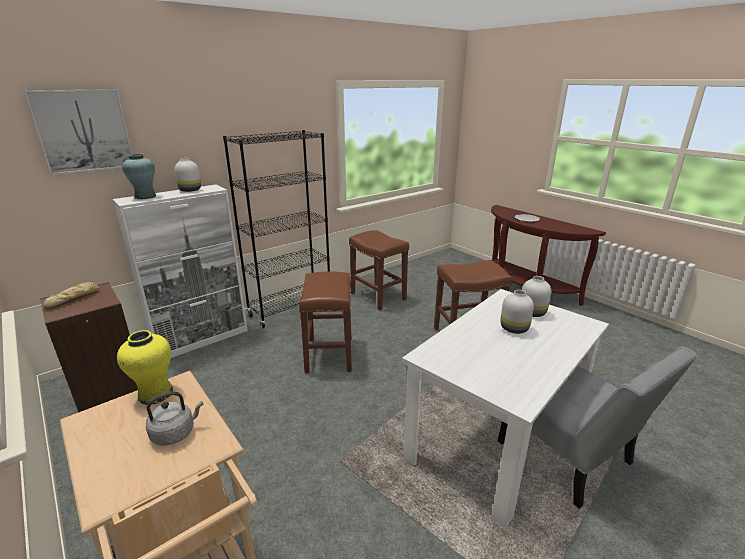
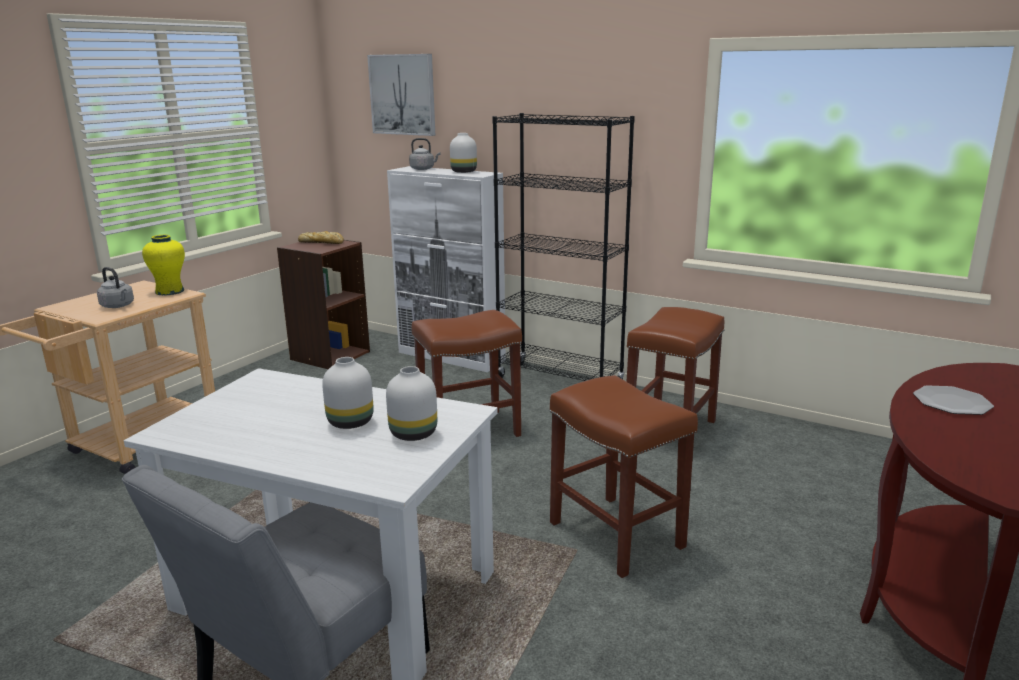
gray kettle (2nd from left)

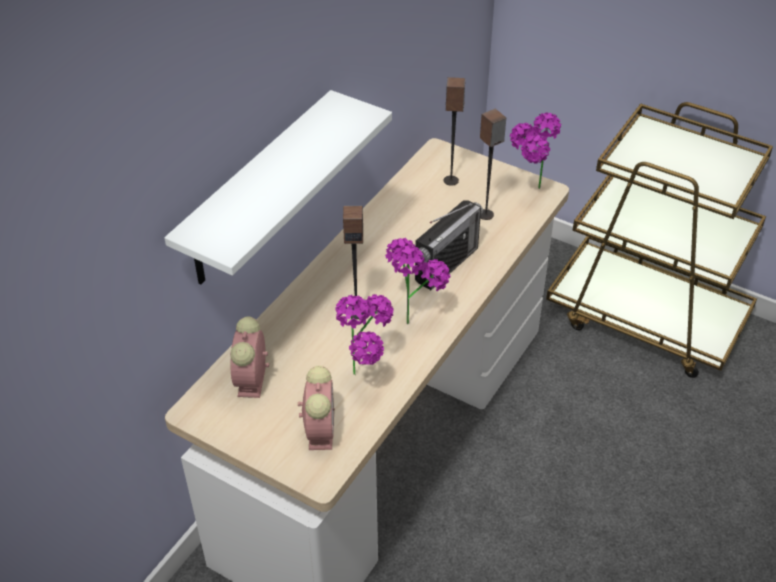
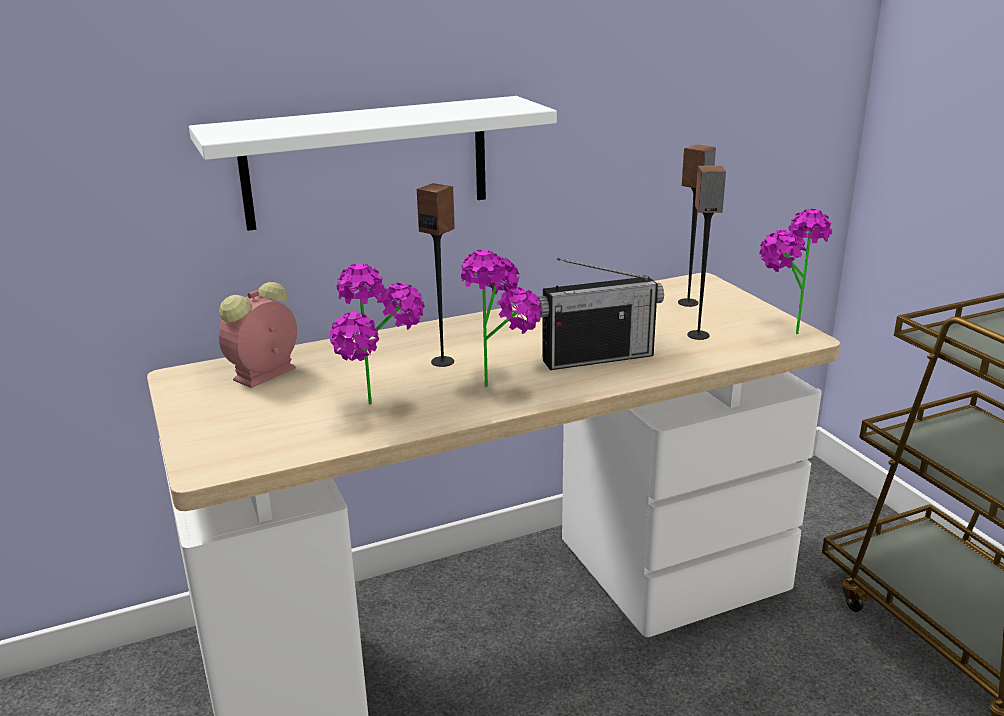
bedside clock (2nd from left in the first image)

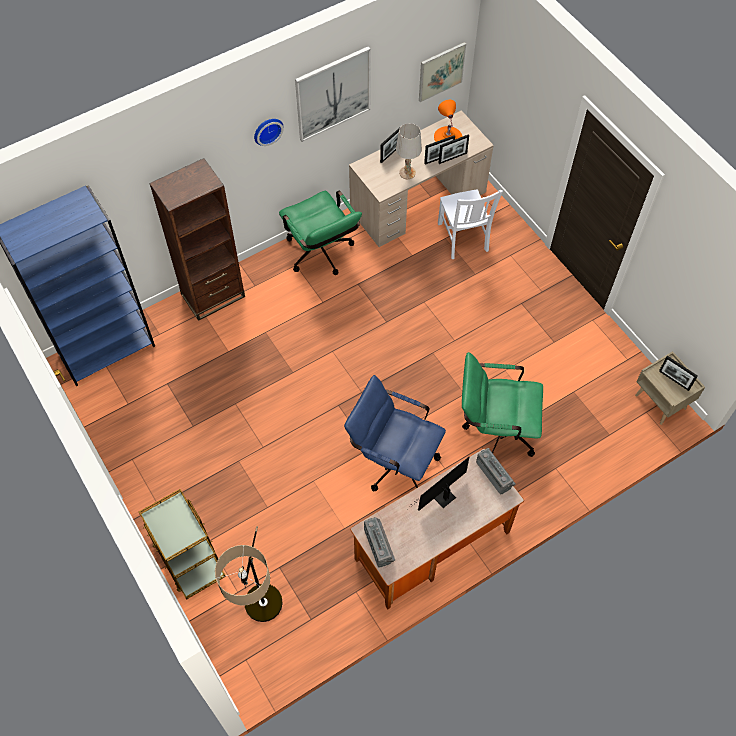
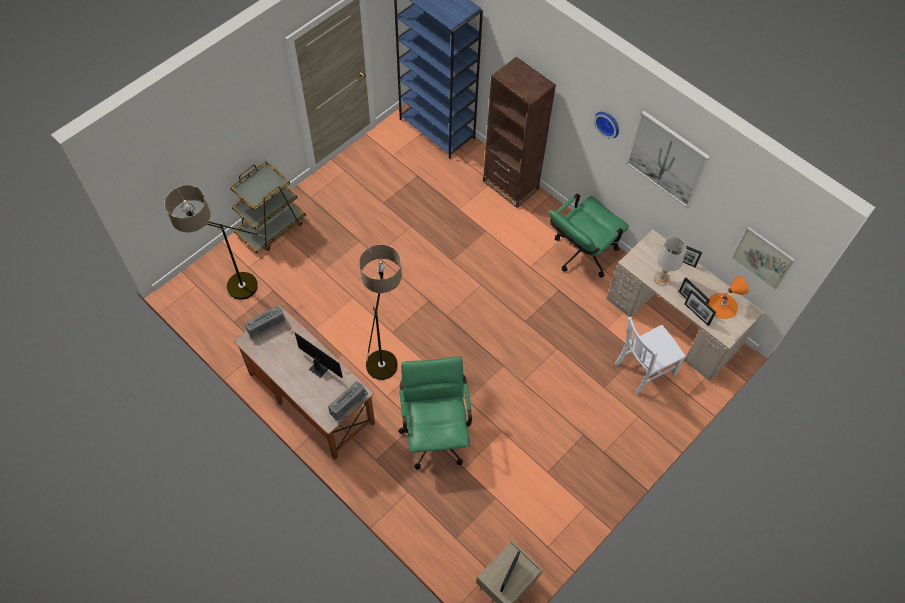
standard lamp (2nd from left)

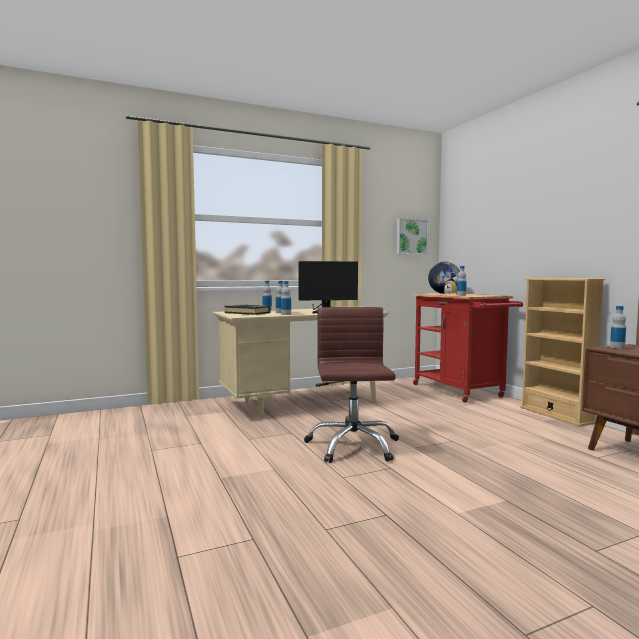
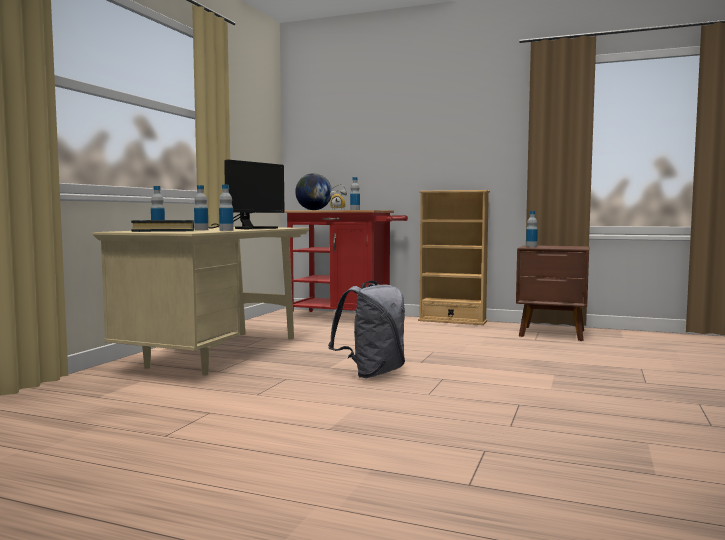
picture
gray rucksack

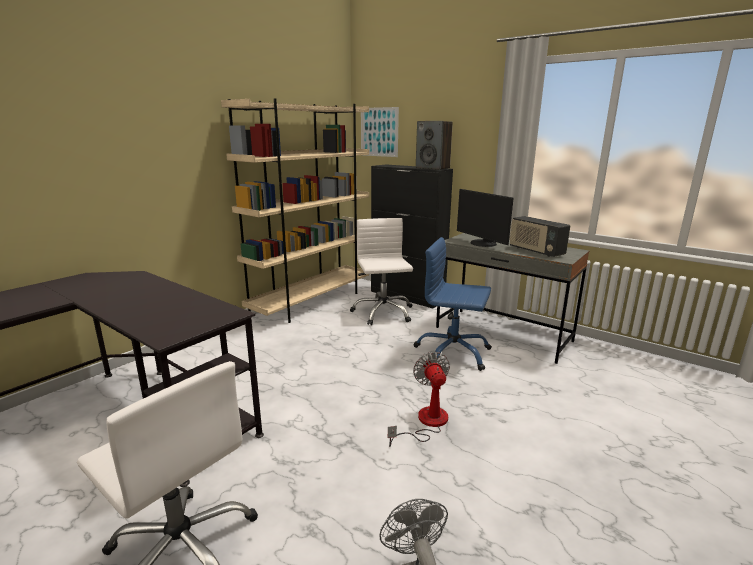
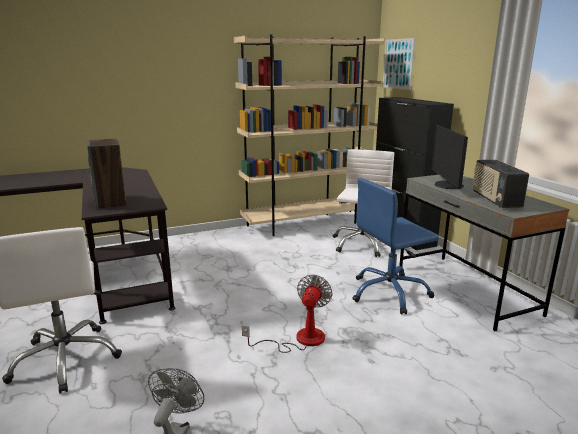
loudspeaker
blue desk chair

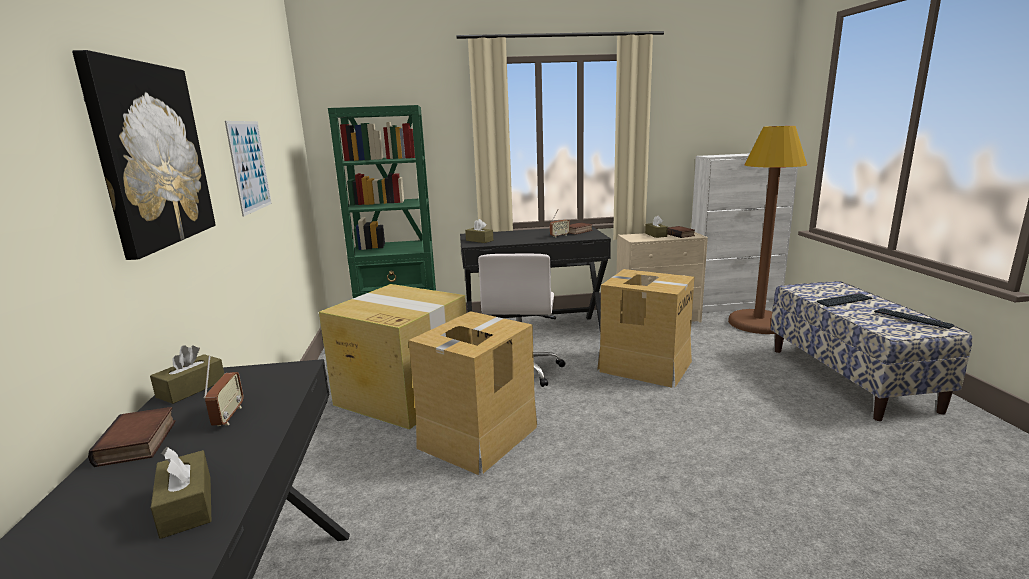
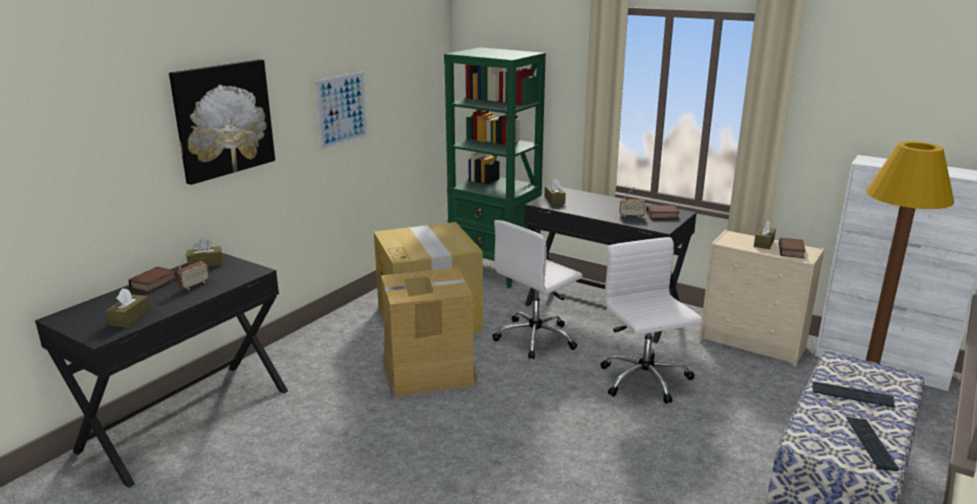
white-coloured desk chair (2nd from left)

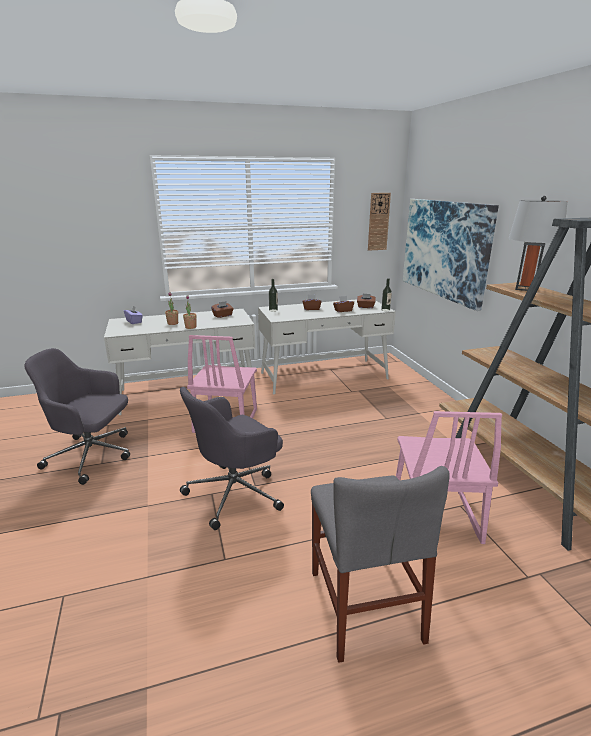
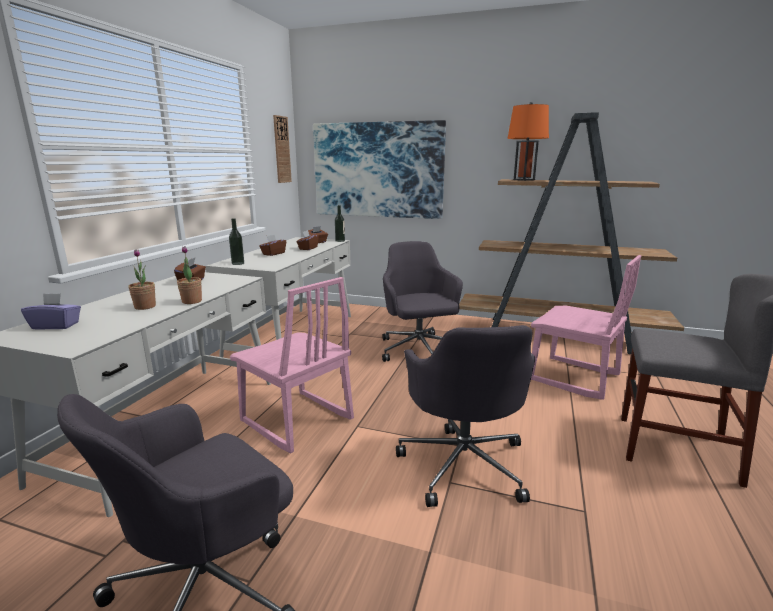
orange table lamp
gray desk chair (2nd from left)

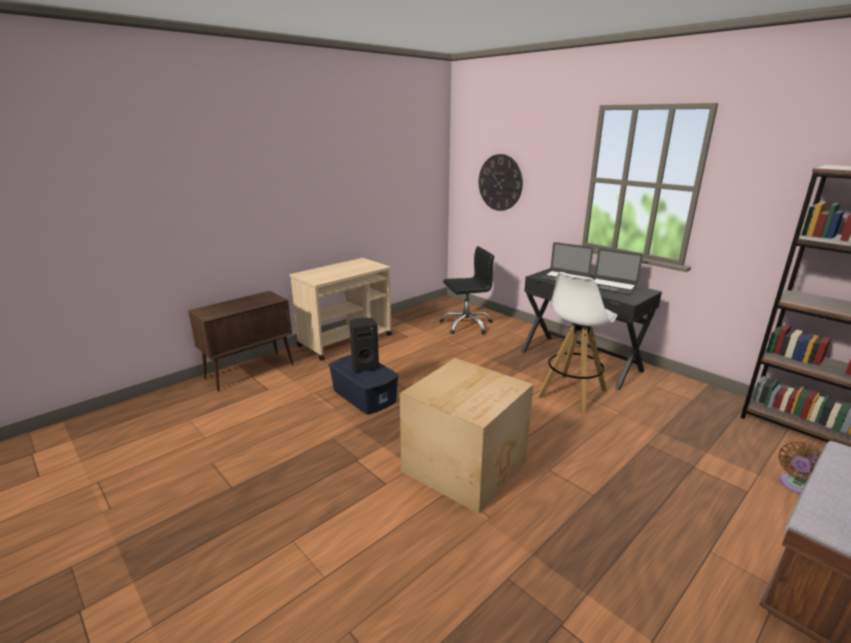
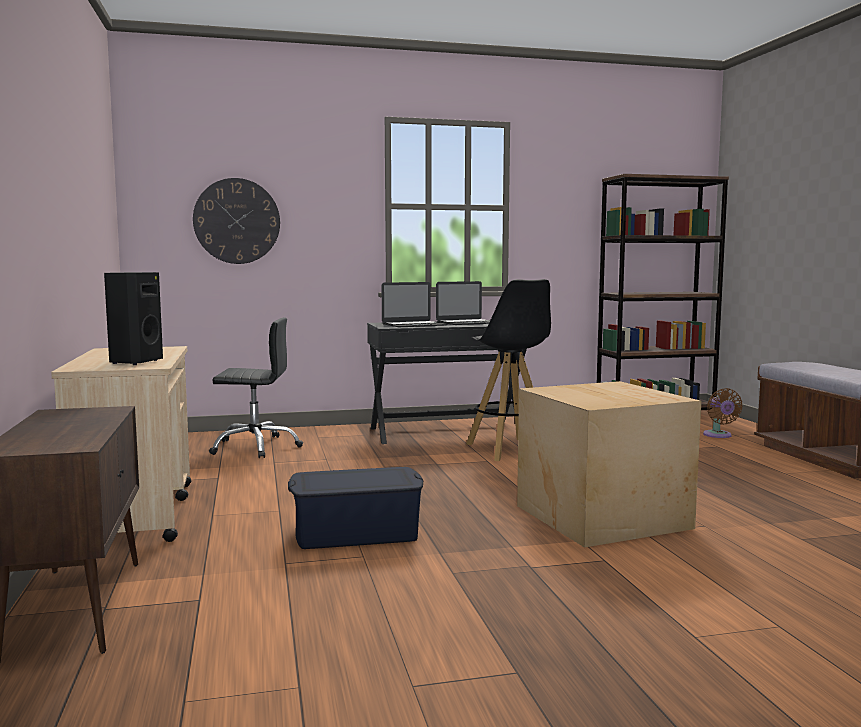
blackish desk chair
blackish stool
blackish loudspeaker

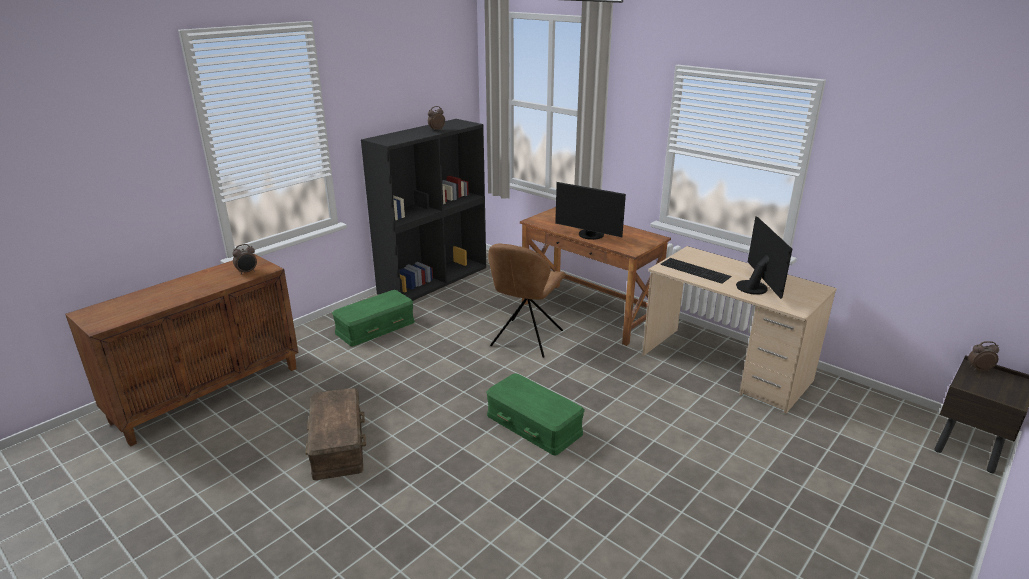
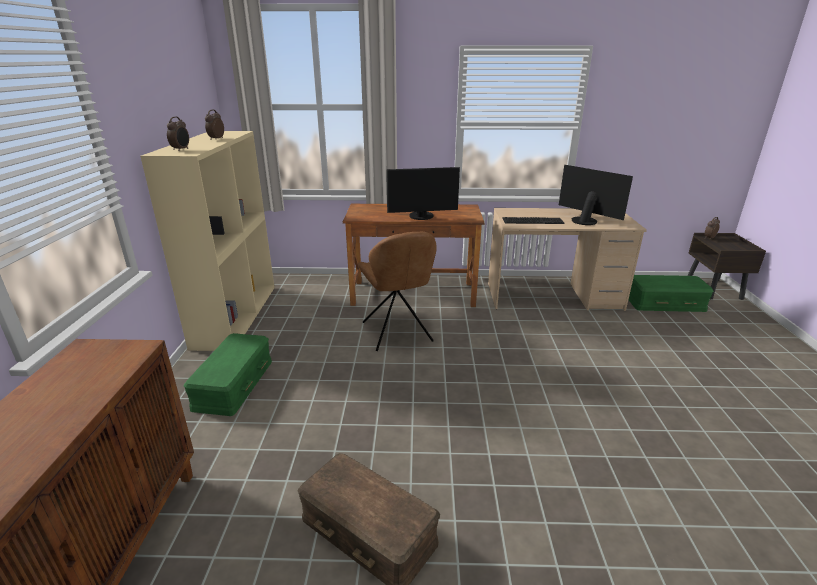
beige-coloured bookcase
bedside clock (1st from left)
green storage bin (2nd from left)

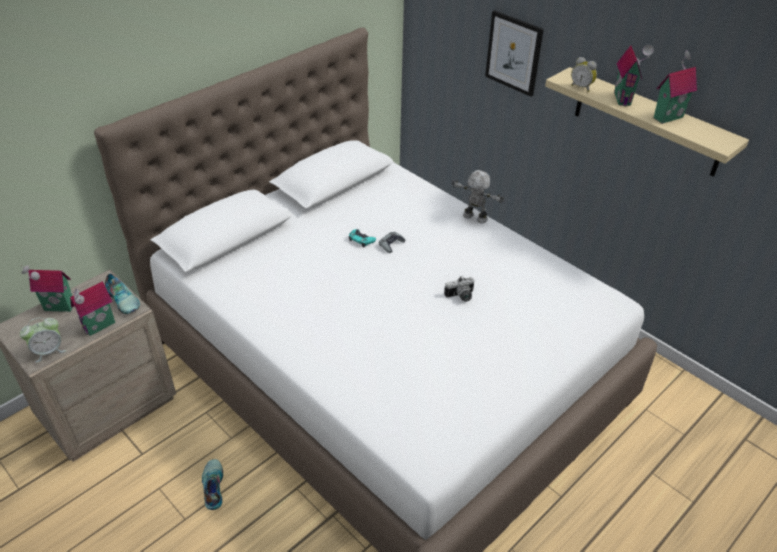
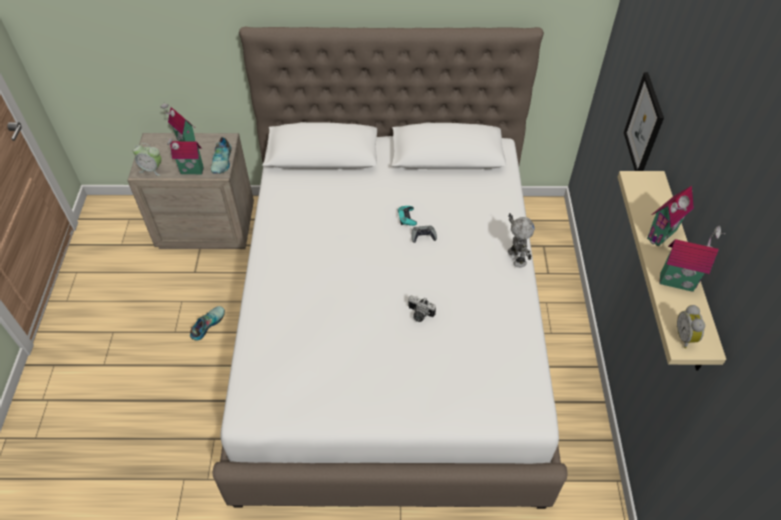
bedside clock (2nd from left)

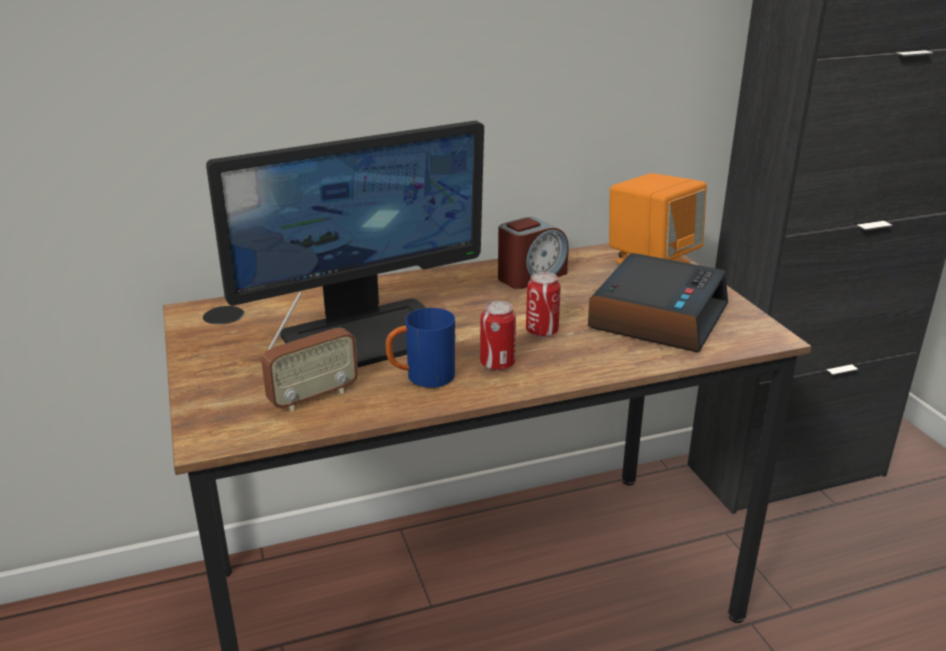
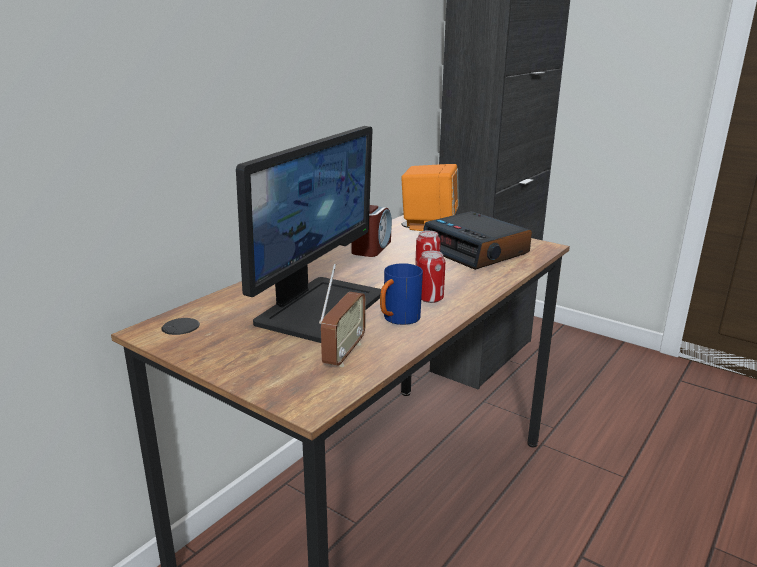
bedside clock (2nd from left)

